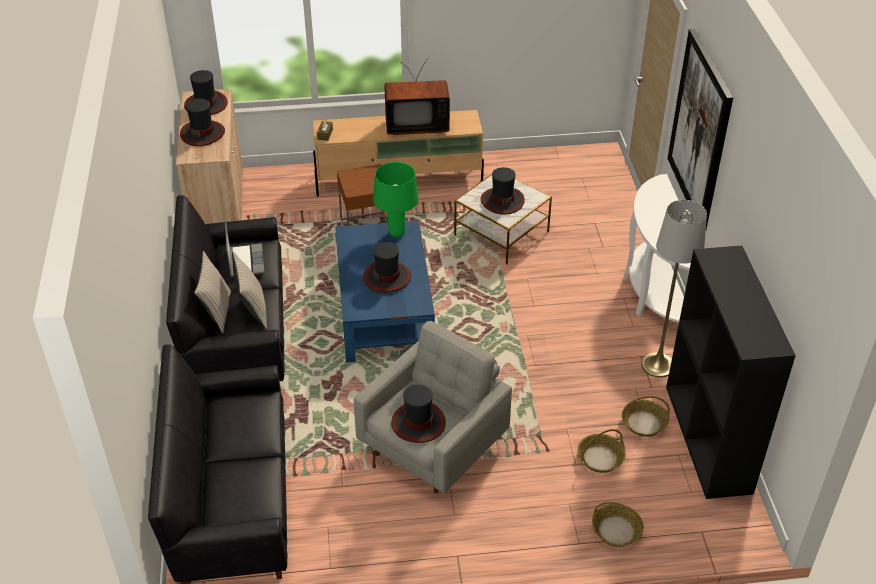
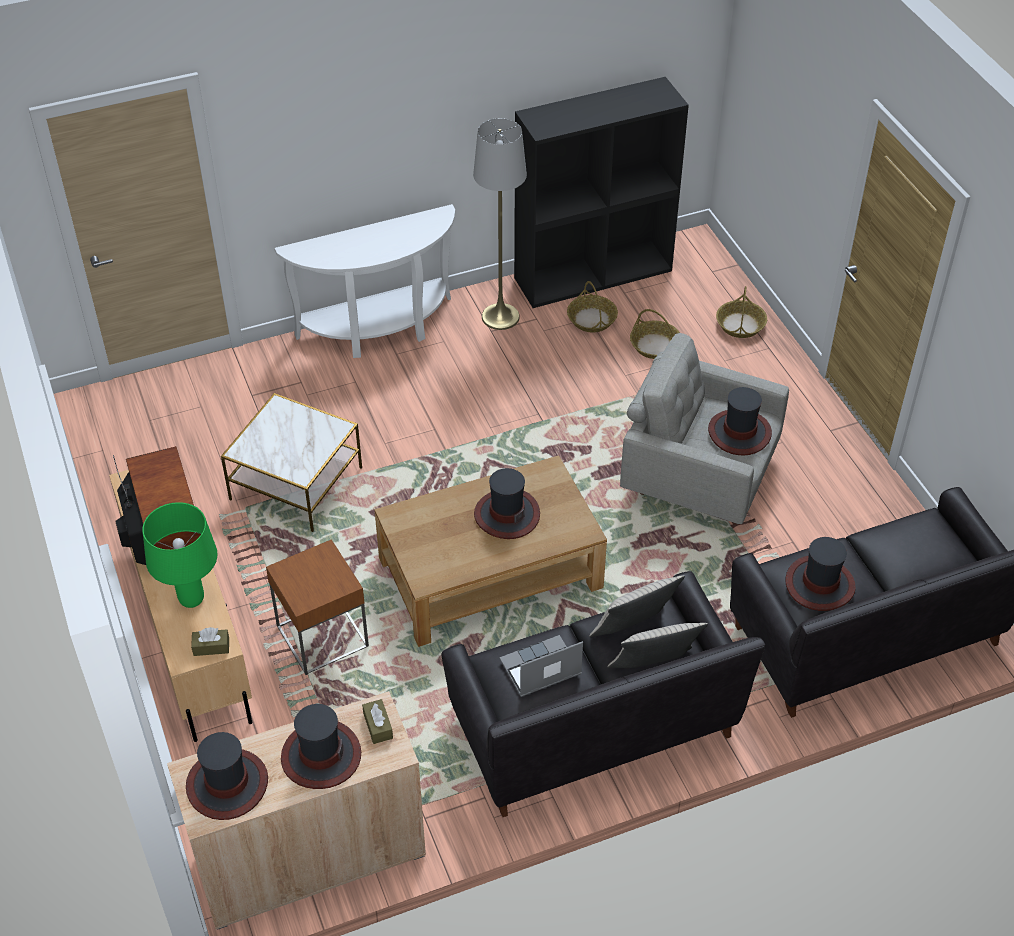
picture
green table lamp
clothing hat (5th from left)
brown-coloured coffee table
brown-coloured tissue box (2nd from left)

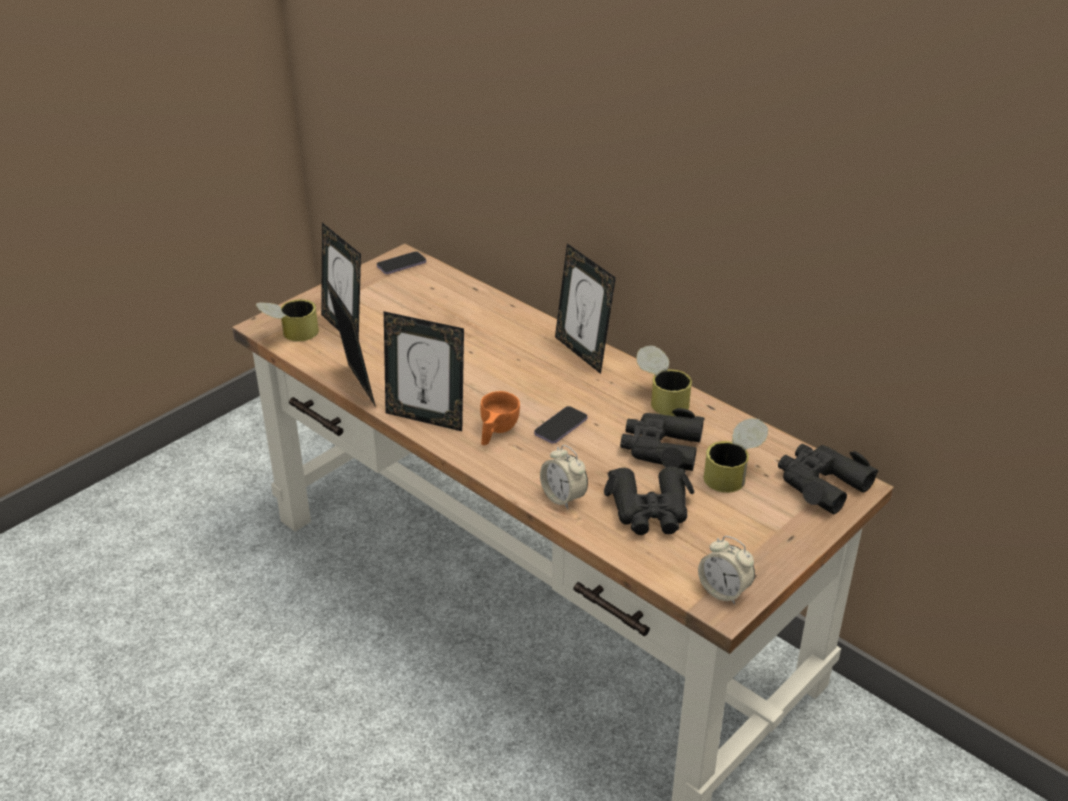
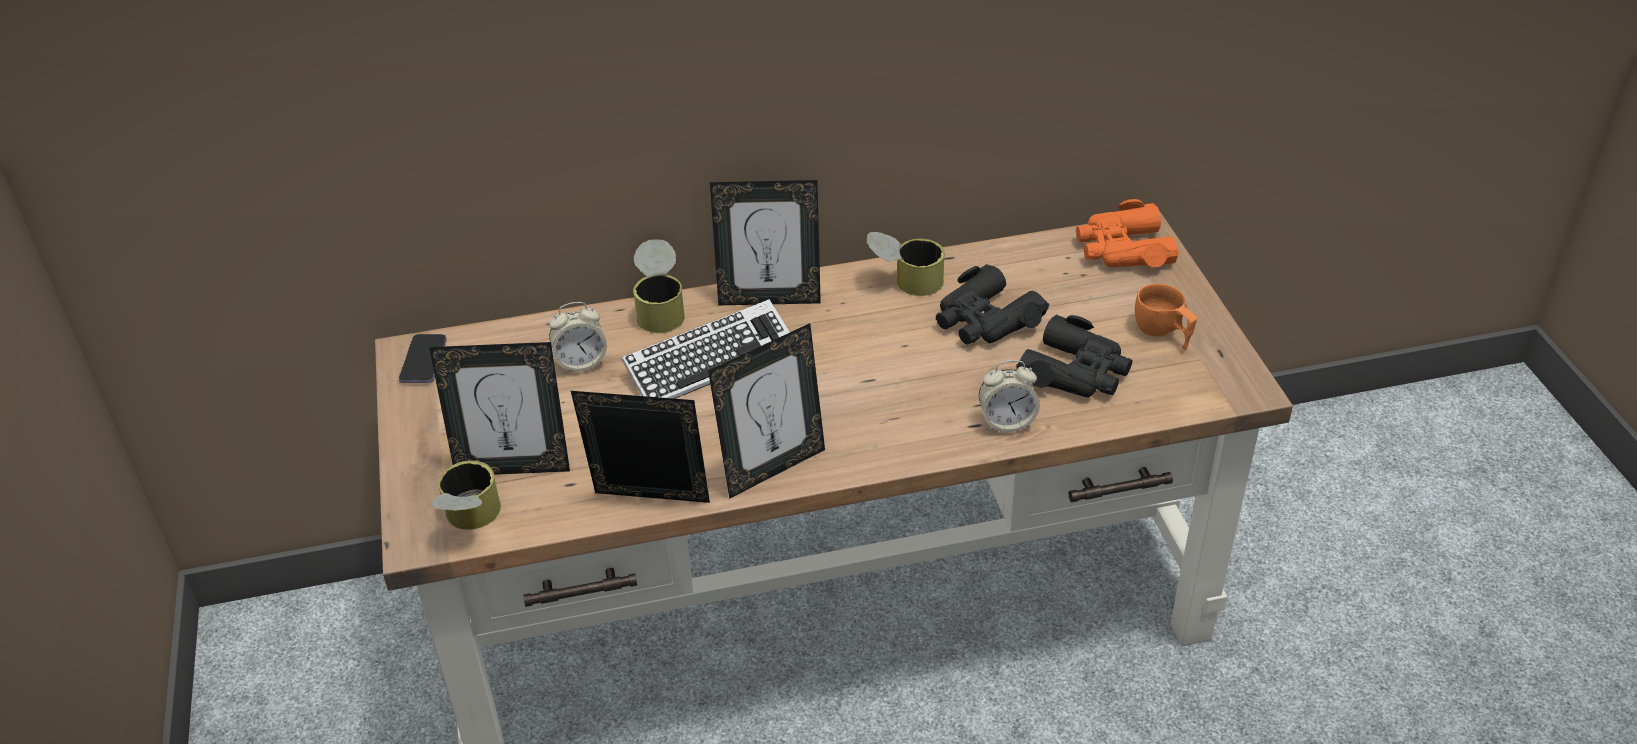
orange cup
handset (2nd from left in the first image)
metal can (2nd from left)
orange binoculars
bedside clock (1st from left)
computer keyboard

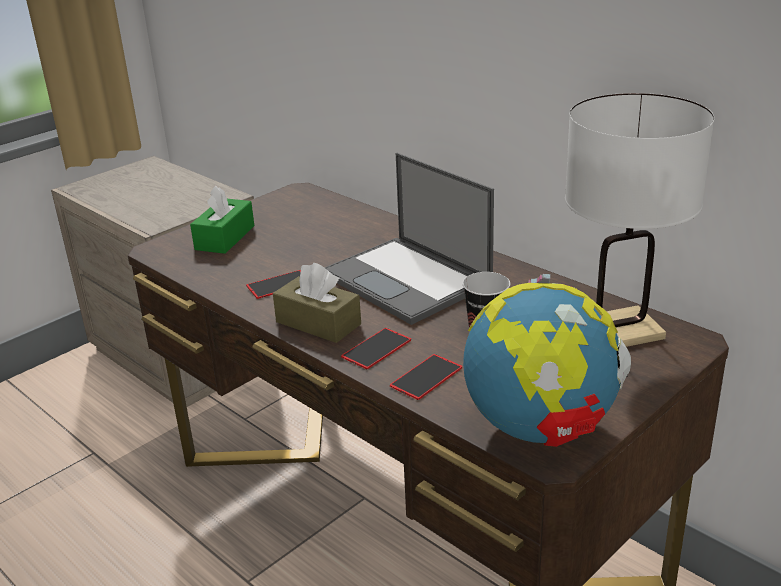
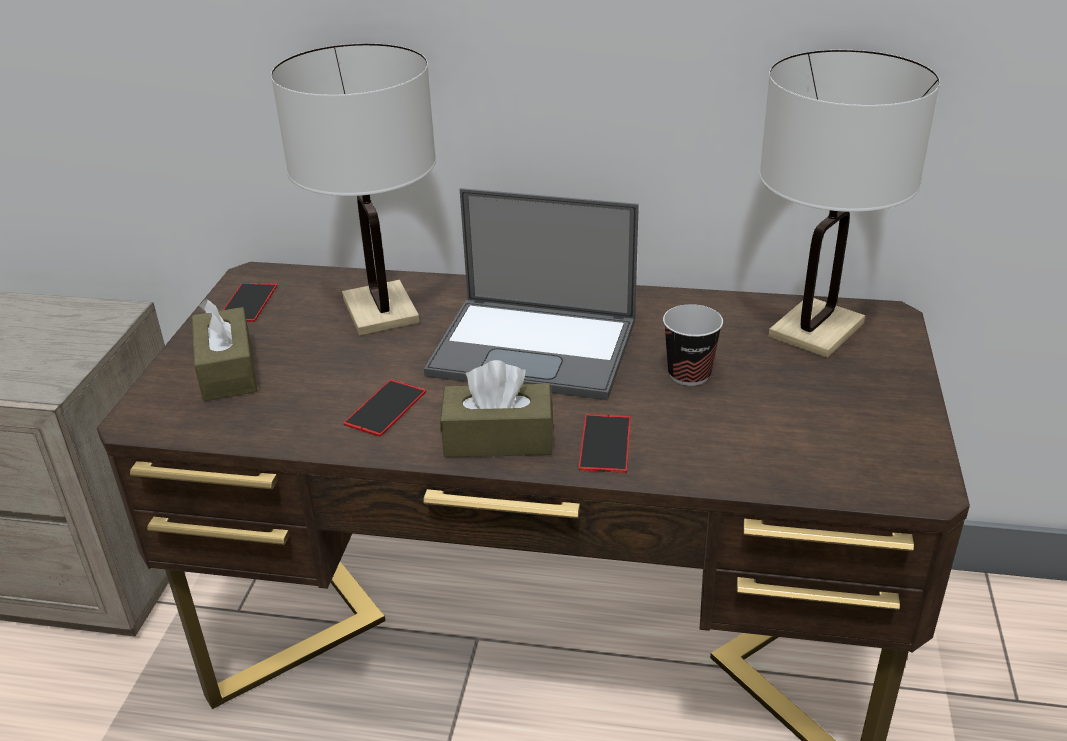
brown-coloured tissue box (1st from left)
desk globe
handset (1st from left)
white-coloured table lamp (1st from left)

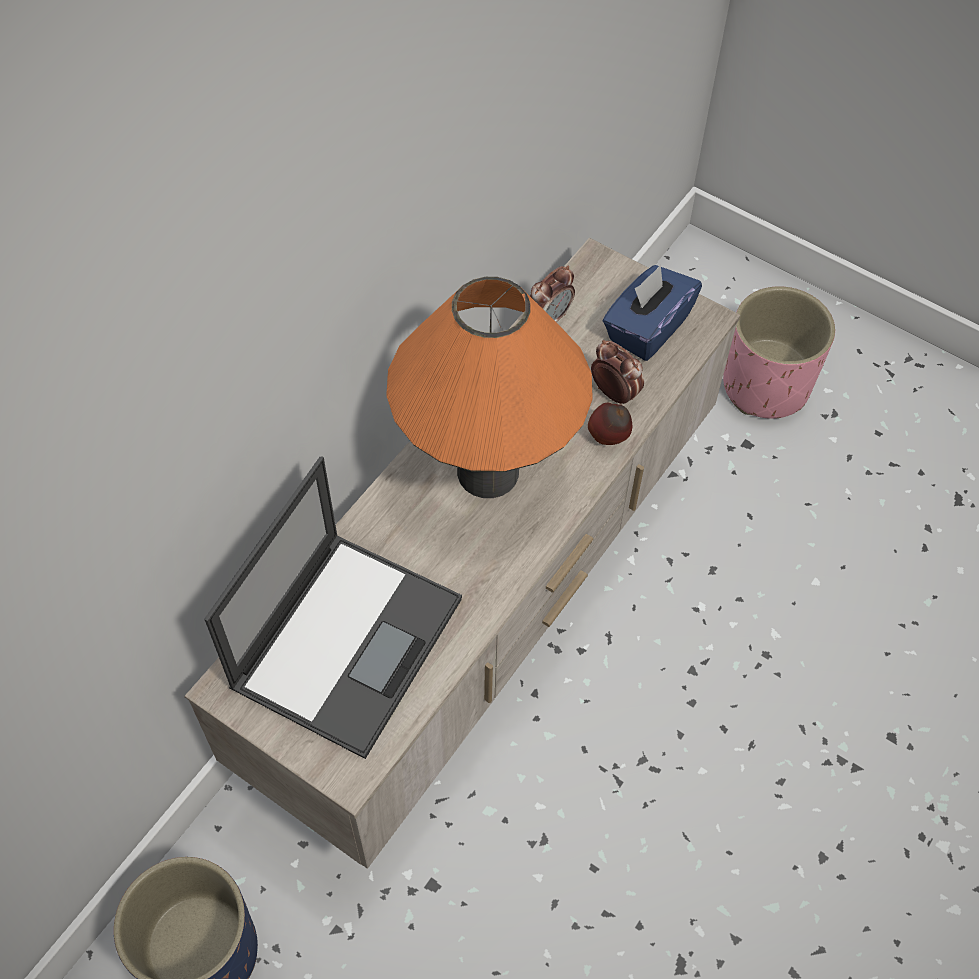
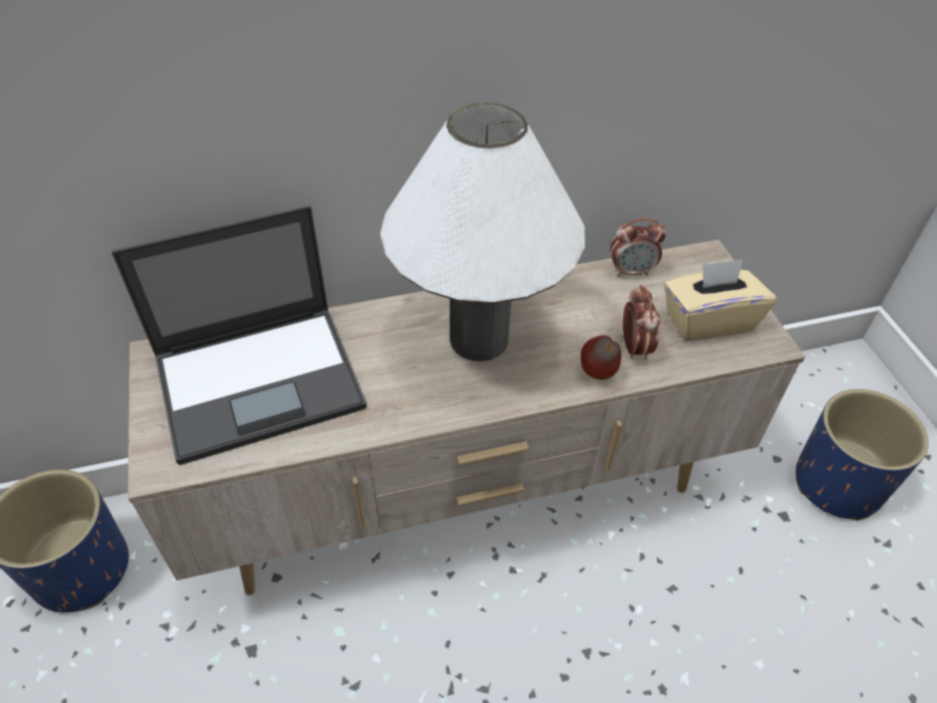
beige-coloured tissue box
white-coloured table lamp
blue planter (2nd from left)

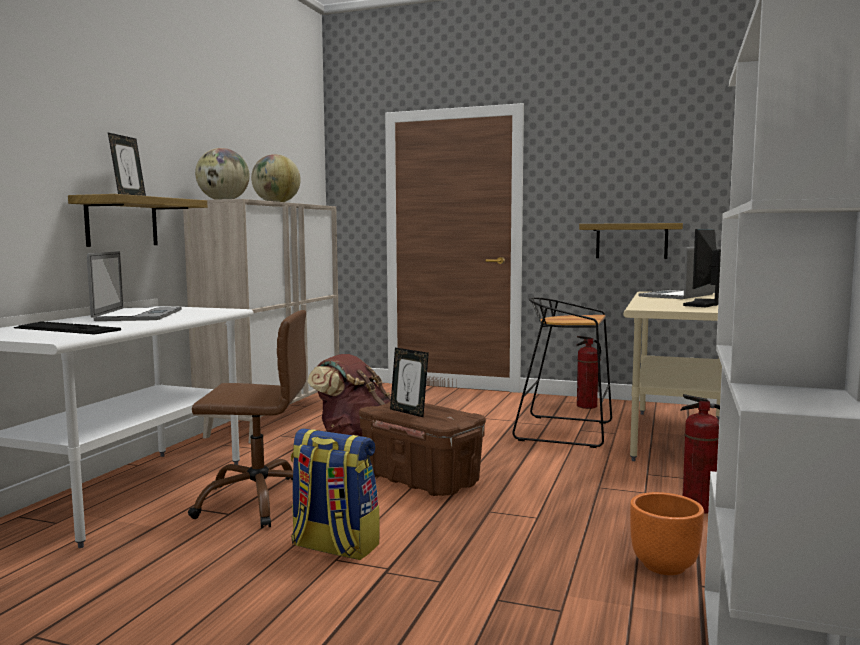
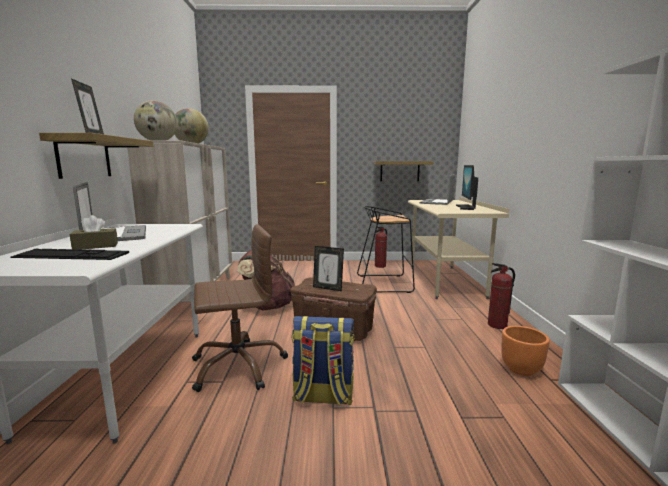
brown-coloured tissue box

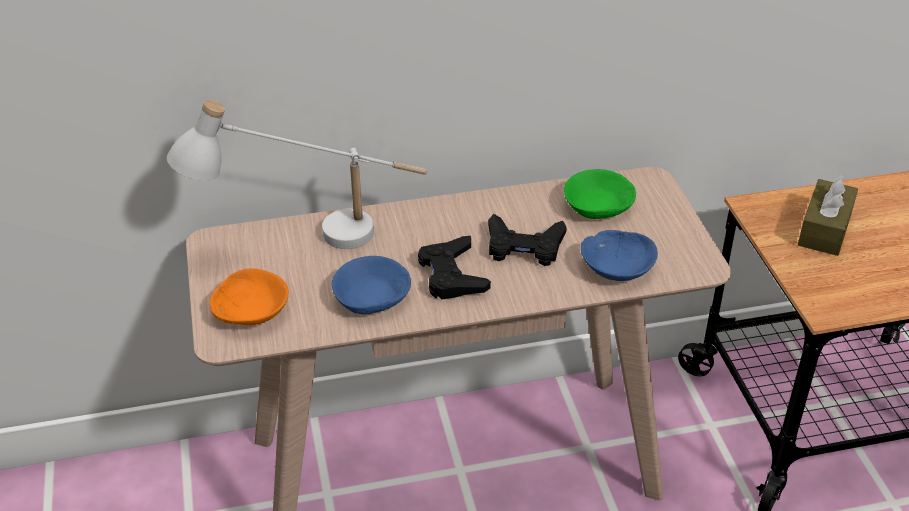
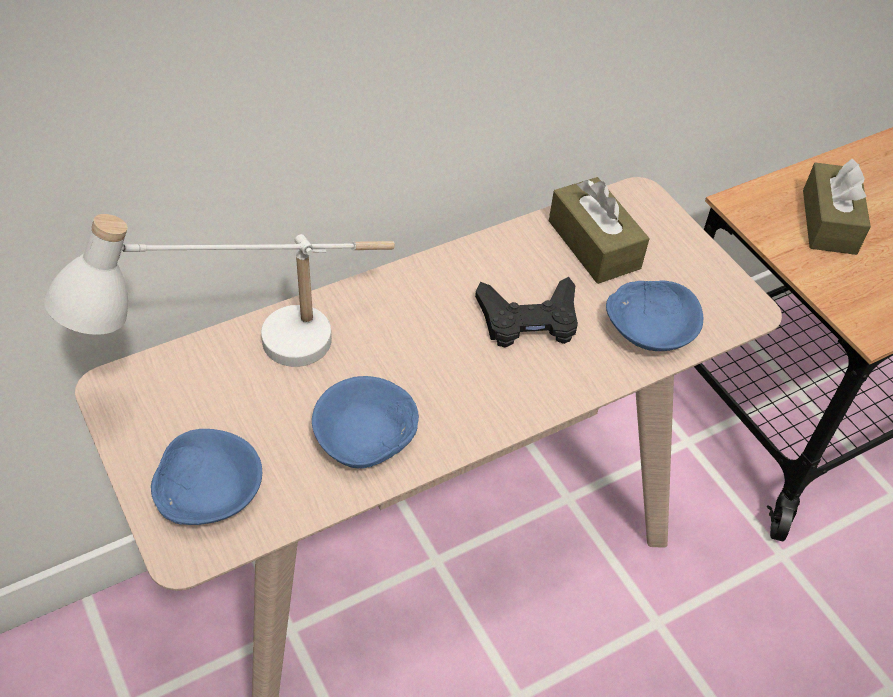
brown-coloured tissue box (1st from left)
blackish game controller (1st from left in the first image)
blue deep dish (1st from left)

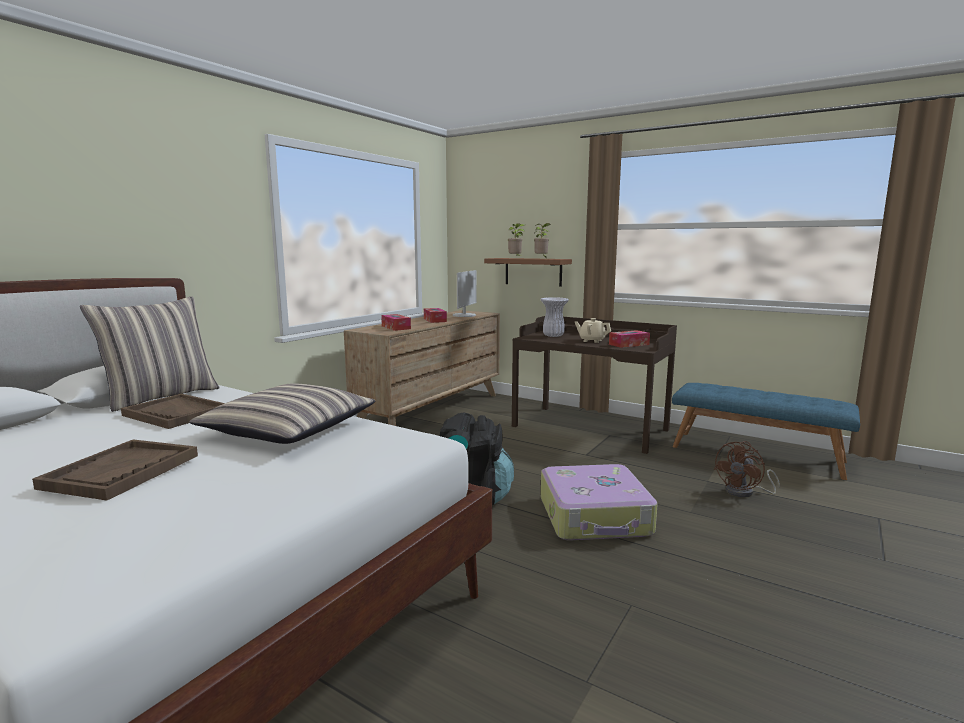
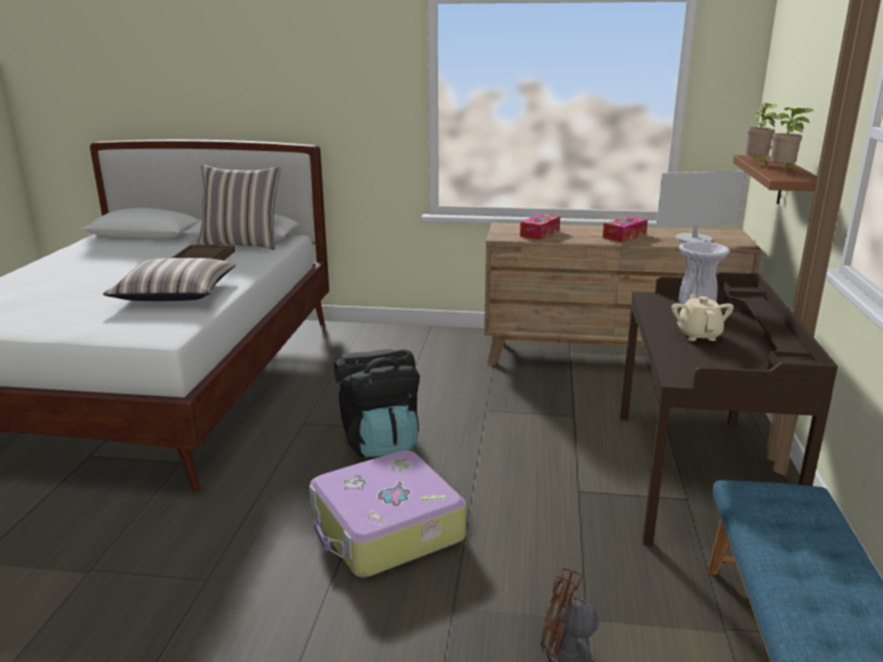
tissue box (3rd from left in the first image)
brown-coloured serving tray (1st from left in the first image)

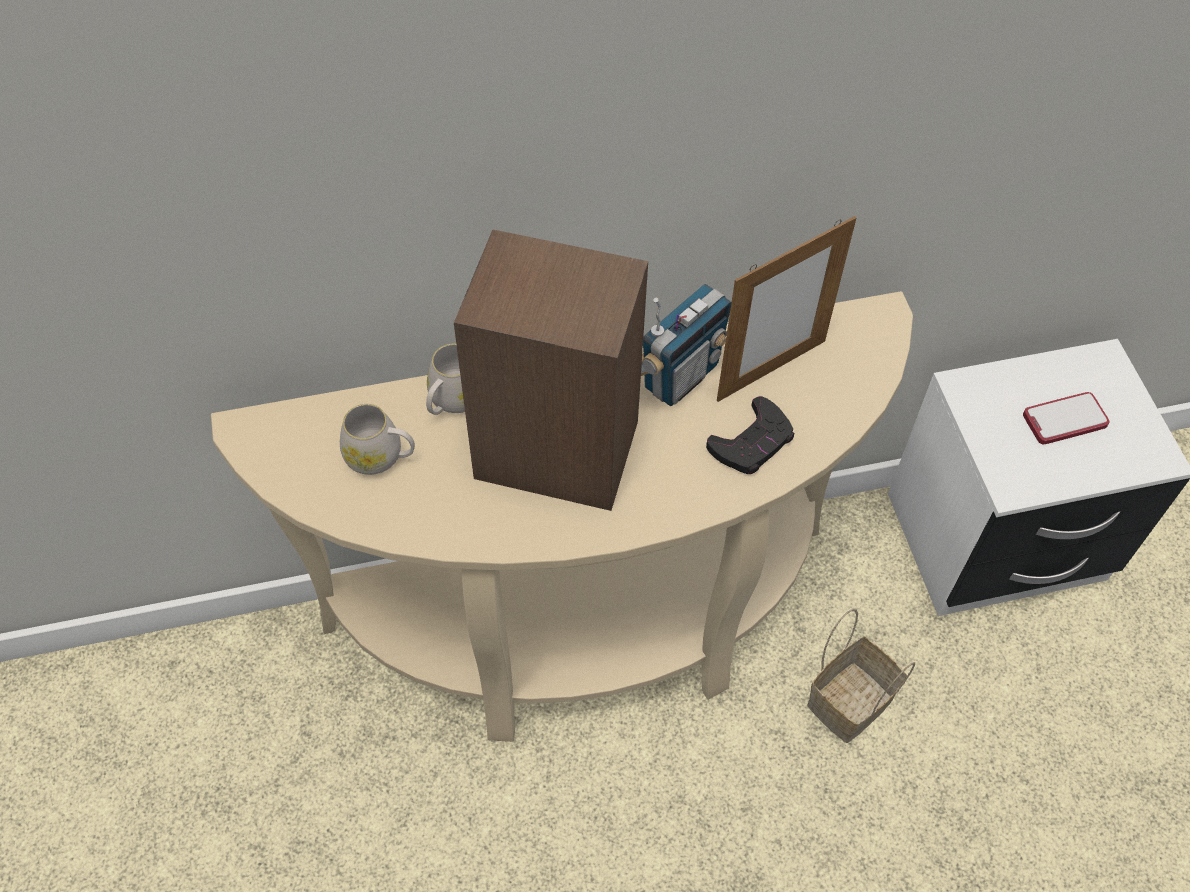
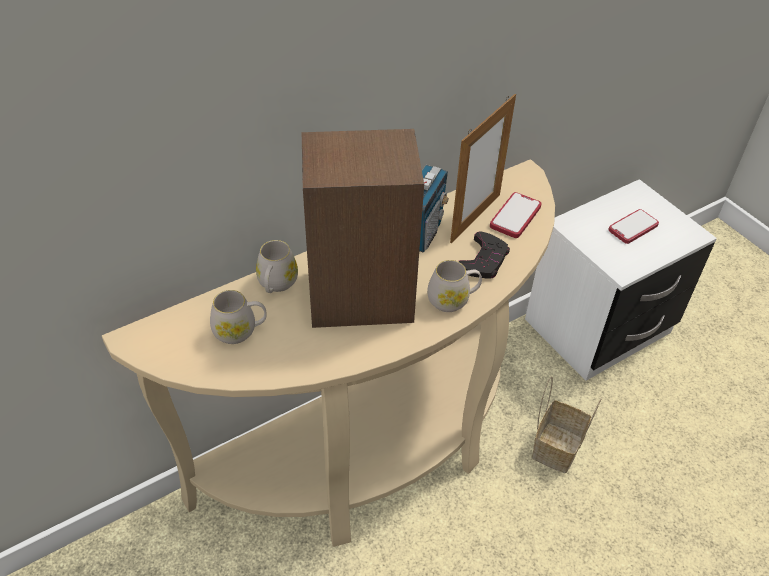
handset (1st from left)
white-coloured coffee mug (3rd from left)

